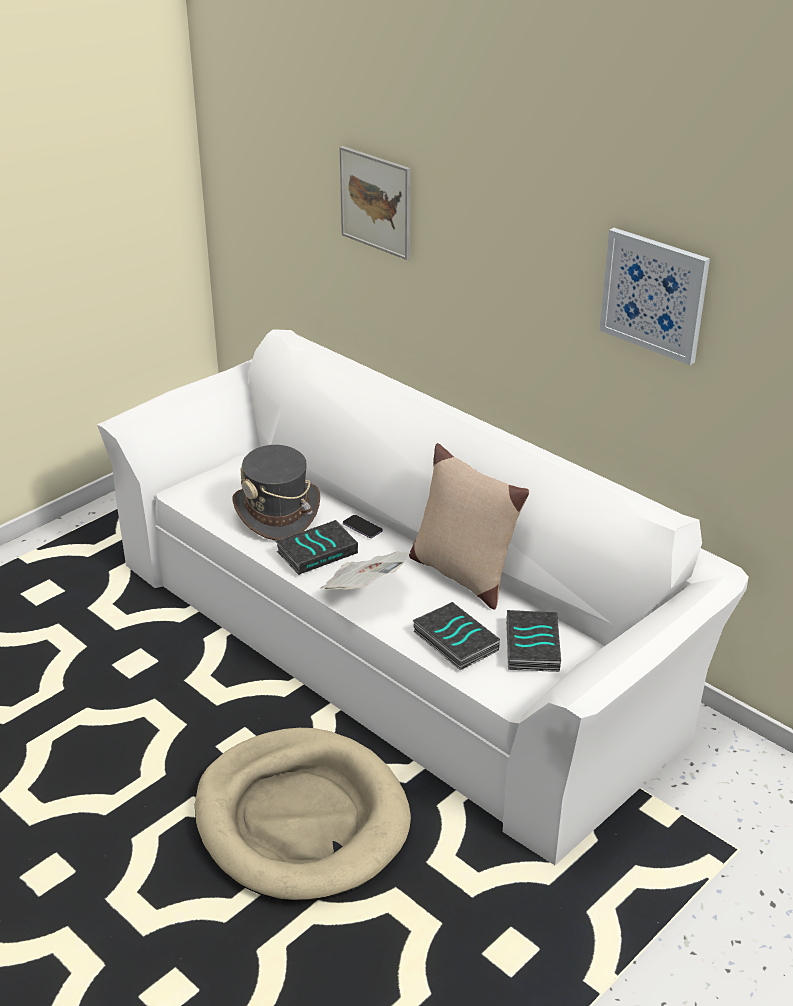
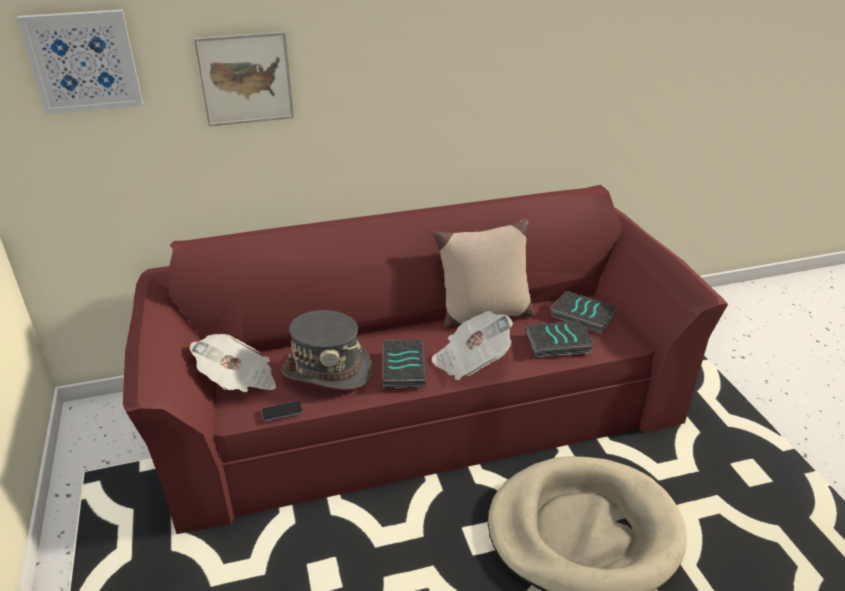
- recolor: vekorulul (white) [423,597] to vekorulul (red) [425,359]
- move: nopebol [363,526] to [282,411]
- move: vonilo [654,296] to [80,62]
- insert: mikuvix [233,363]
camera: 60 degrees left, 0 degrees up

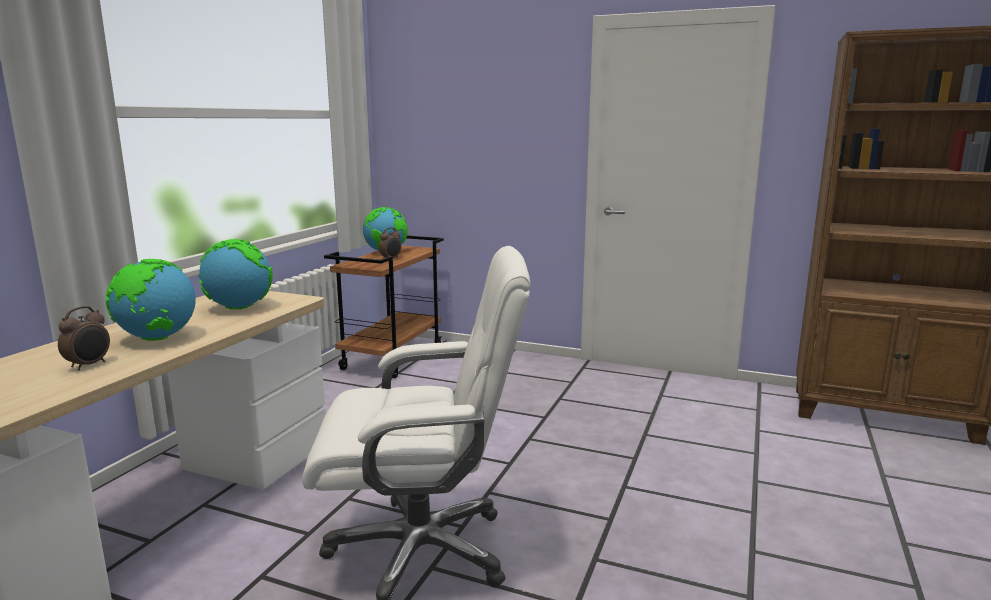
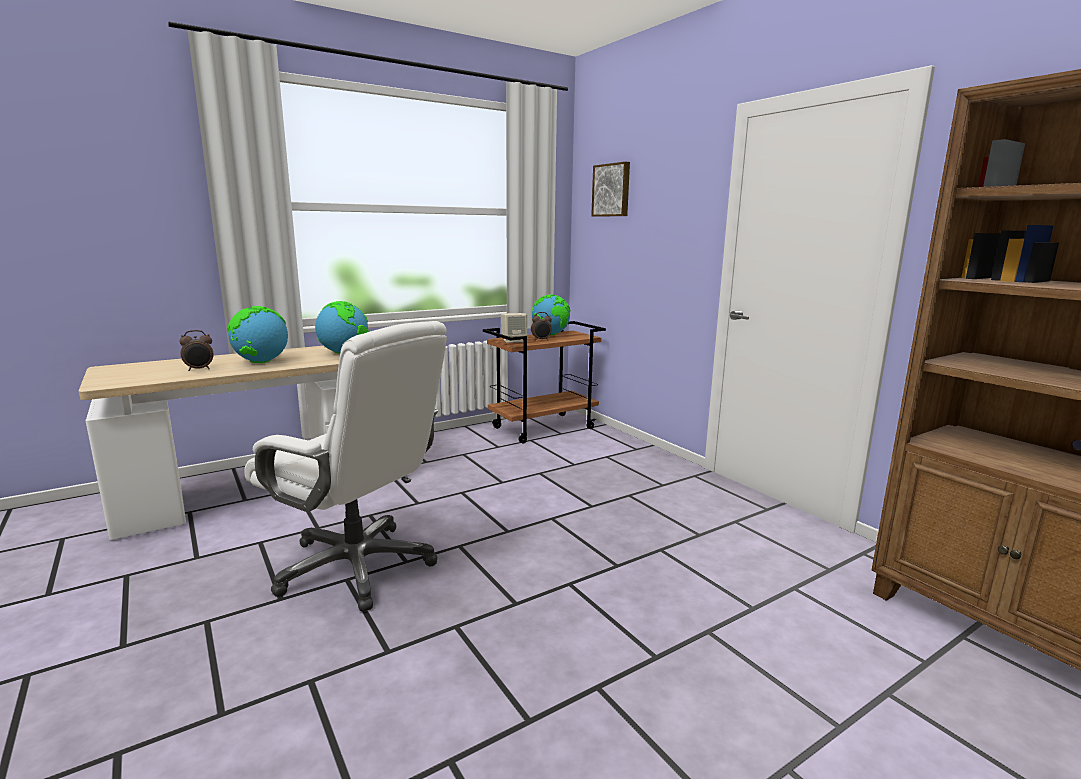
- insert: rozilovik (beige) [514,328]
- insert: vonilo [610,189]
camera: 35 degrees right, 0 degrees up

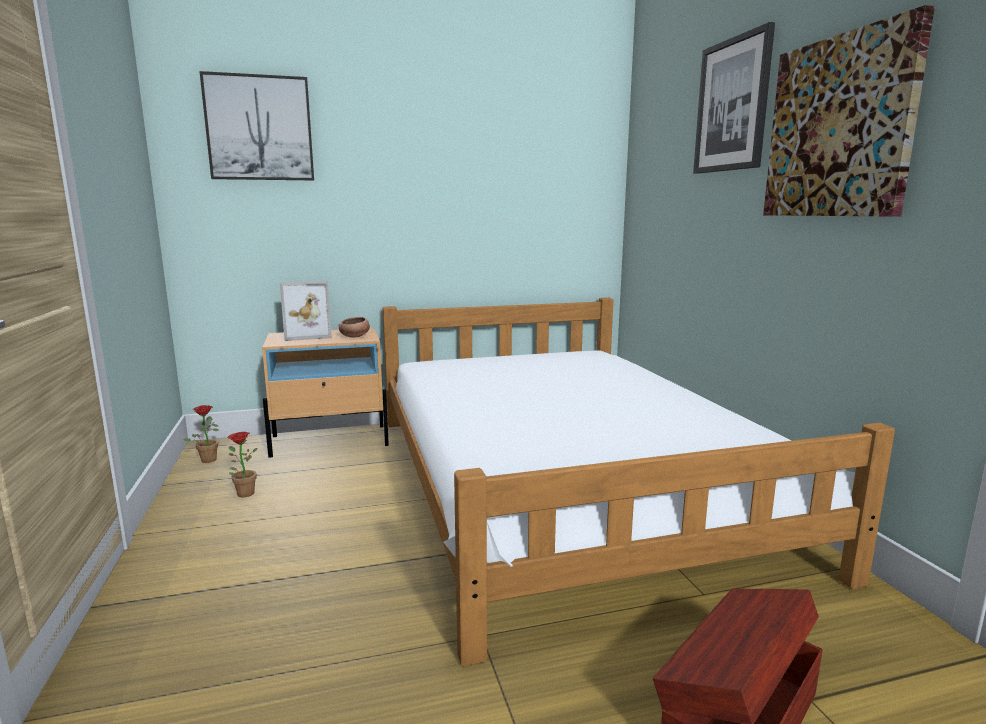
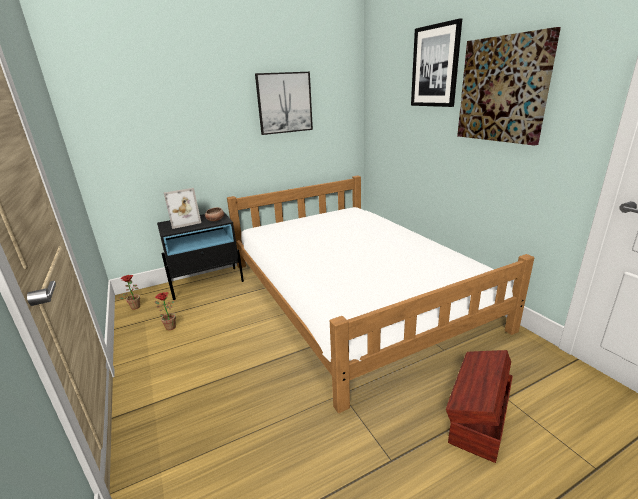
- move: vonilo [256,125] to [284,103]
- recolor: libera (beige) [325,393] to libera (black) [200,255]
camera: 10 degrees left, 10 degrees up

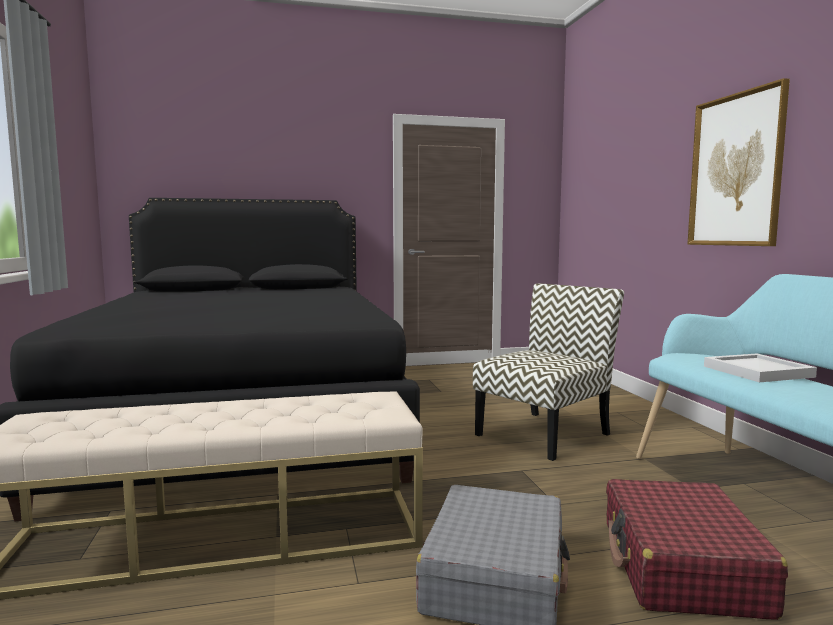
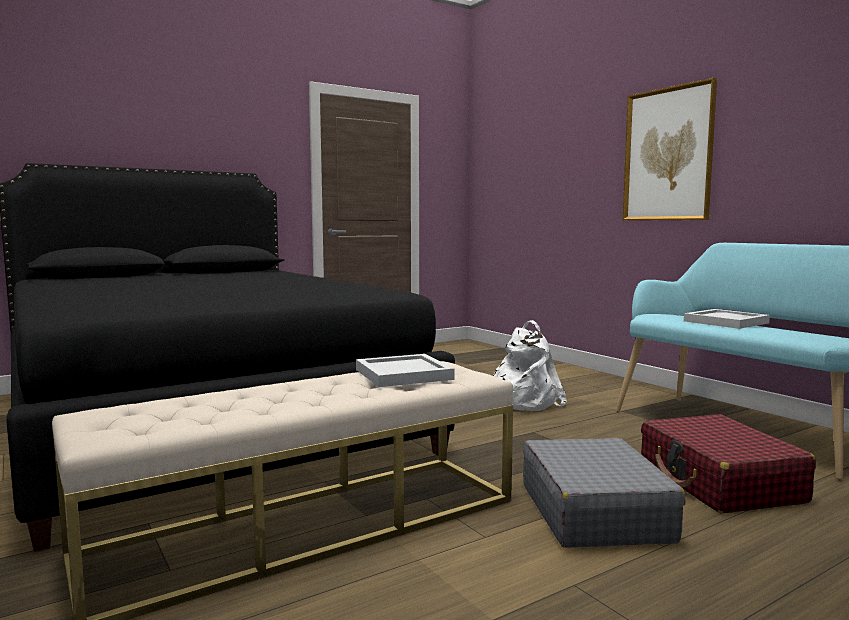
- replace: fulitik [548,372] to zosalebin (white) [530,365]
- insert: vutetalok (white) [405,370]
camera: 20 degrees left, 0 degrees up

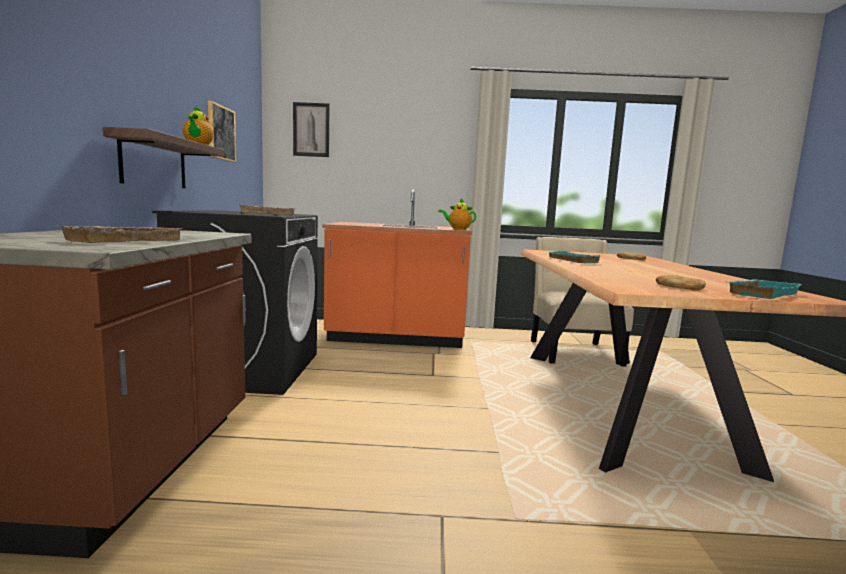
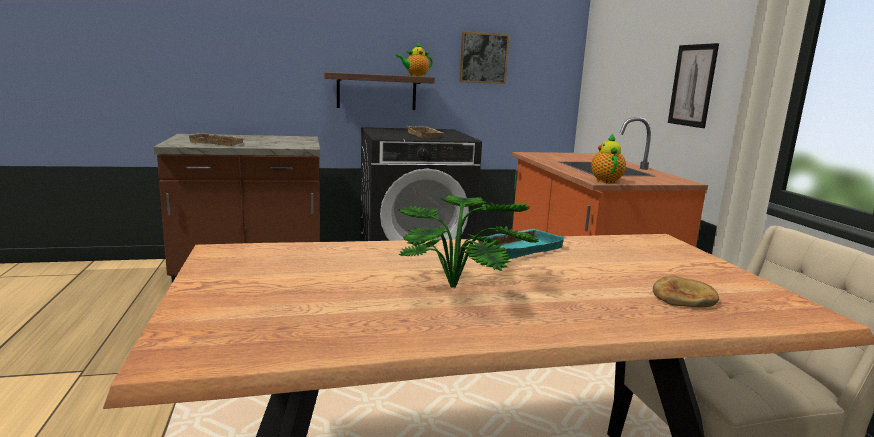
- move: vonilo [311,129] to [693,85]
- delete: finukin [681,283]
- delete: vutetalok (turquoise) [765,289]
- insert: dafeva [468,241]
camera: 75 degrees right, 5 degrees up

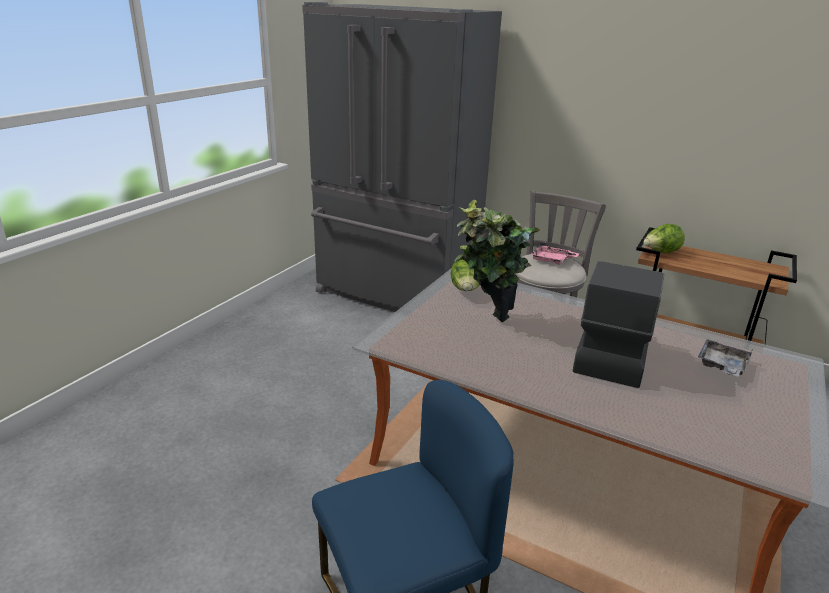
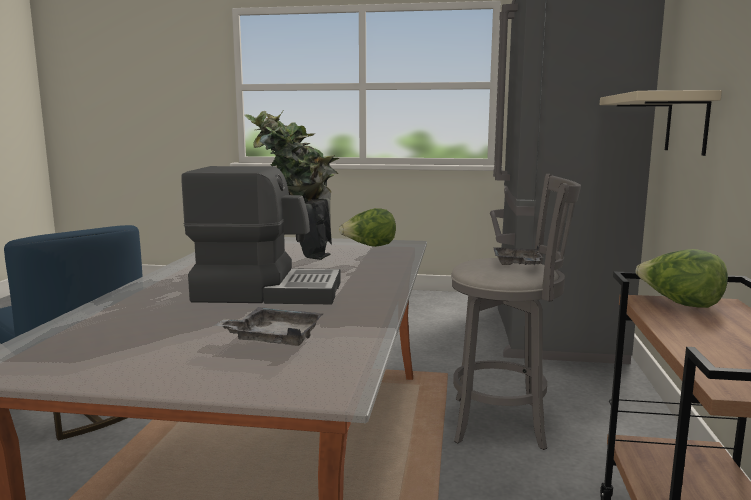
- recolor: vutetalok (pink) [554,253] to vutetalok (grey) [518,255]
- insert: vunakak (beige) [661,123]
camera: 70 degrees right, 15 degrees down

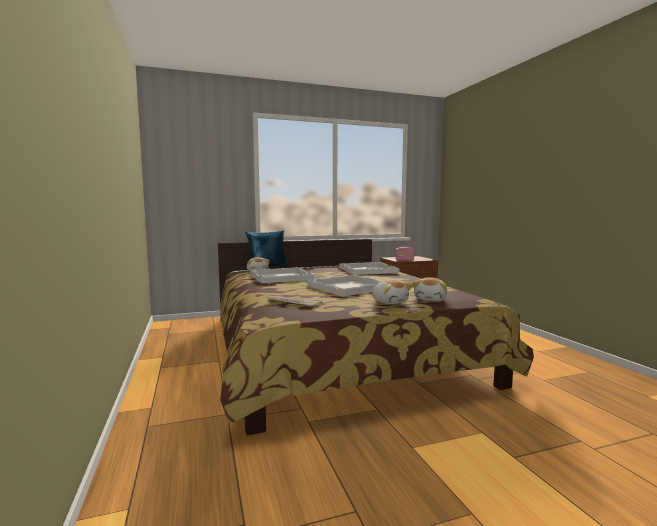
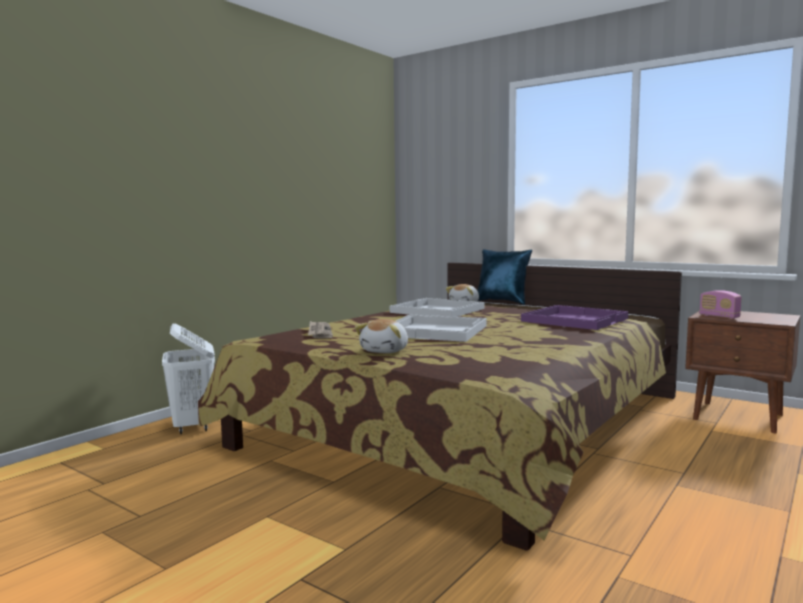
- recolor: vutetalok (white) [369,268] to vutetalok (purple) [574,317]
- delete: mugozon [430,289]
- insert: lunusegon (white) [188,378]
camera: 55 degrees right, 0 degrees up

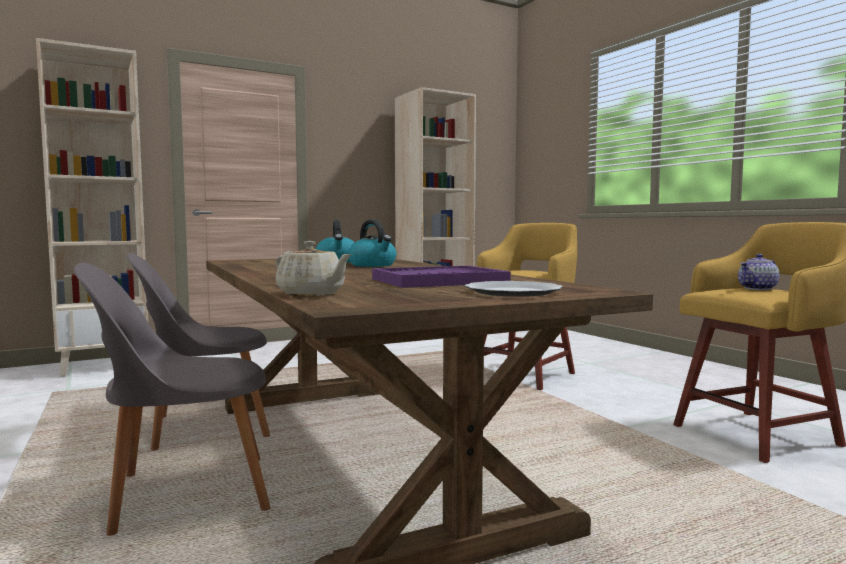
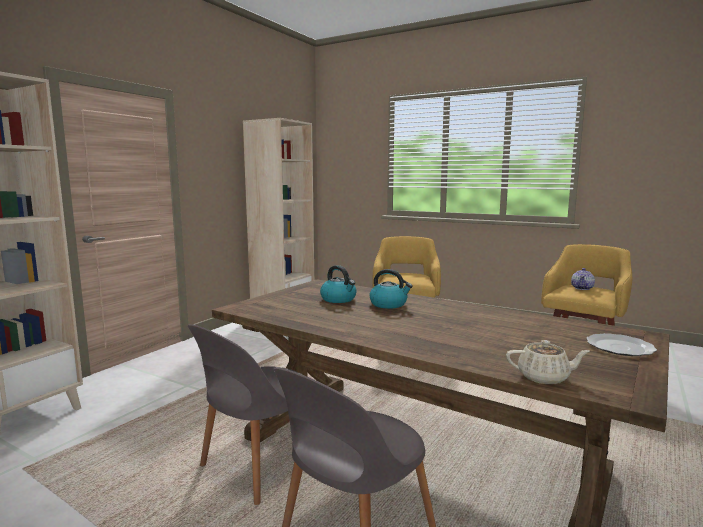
- delete: vutetalok (purple) [441,277]
camera: 30 degrees left, 5 degrees up

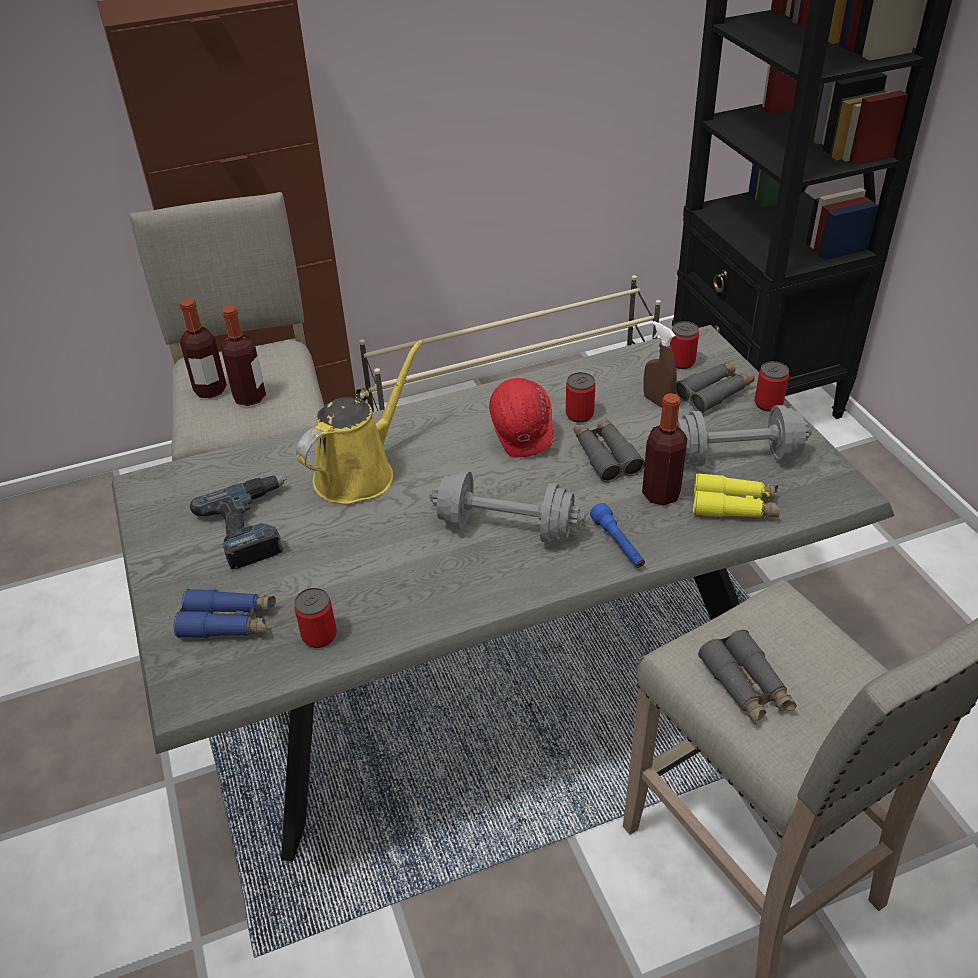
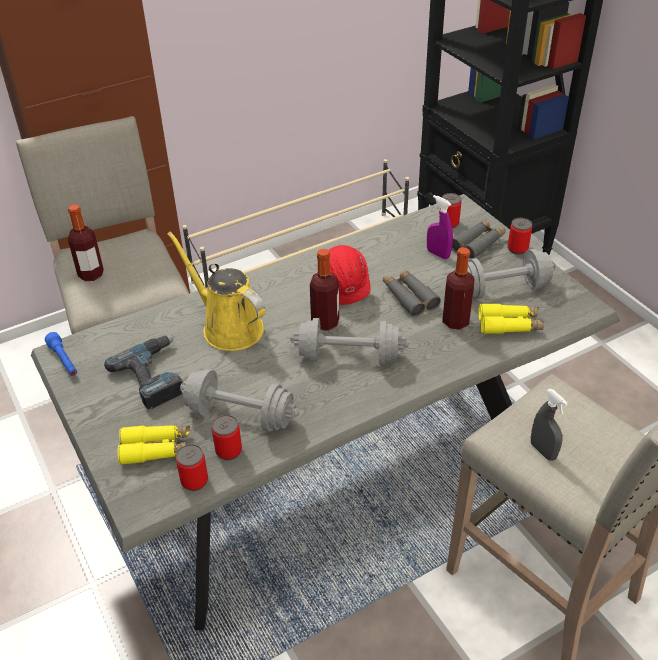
- recolor: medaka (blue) [225,613] to medaka (yellow) [154,445]
- move: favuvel [243,355] to [324,290]
- rotate: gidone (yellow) [359,422] = [216,291] 75 degrees counterclockwise
- move: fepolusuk [580,397] to [192,467]
- move: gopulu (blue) [617,535] to [61,354]
- recolor: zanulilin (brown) [660,364] to zanulilin (purple) [440,227]
- replace: medaka (grey) [747,677] to zanulilin (grey) [549,425]
- insert: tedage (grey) [239,400]
camera: 10 degrees left, 0 degrees up

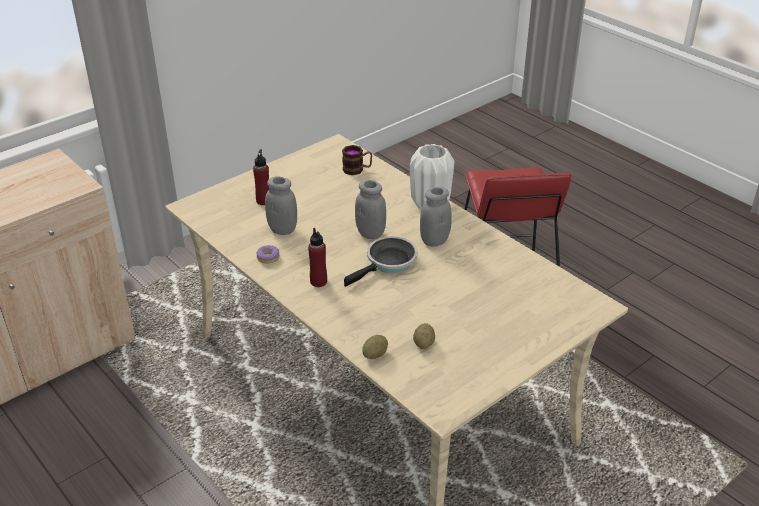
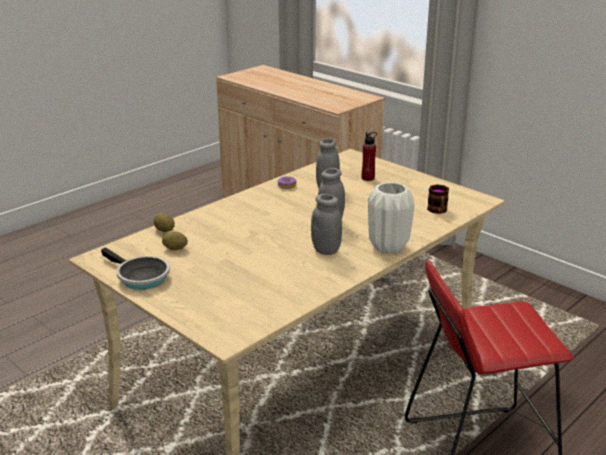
- delete: favuvel (red) [317,257]
- move: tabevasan [381,261] to [135,269]
camera: 85 degrees right, 10 degrees down

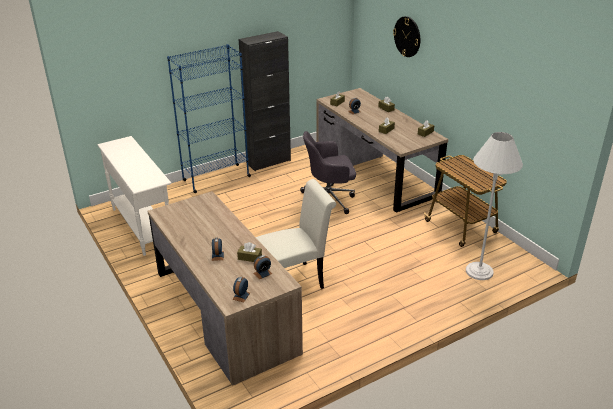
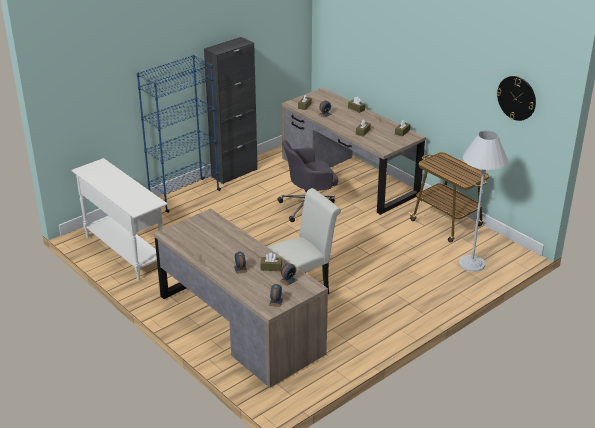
- move: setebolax [406,36] to [516,98]
camera: 10 degrees left, 0 degrees up

